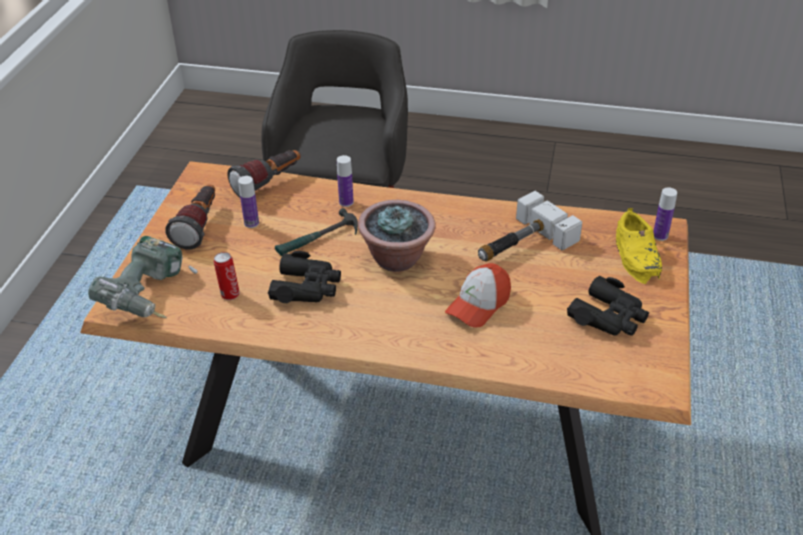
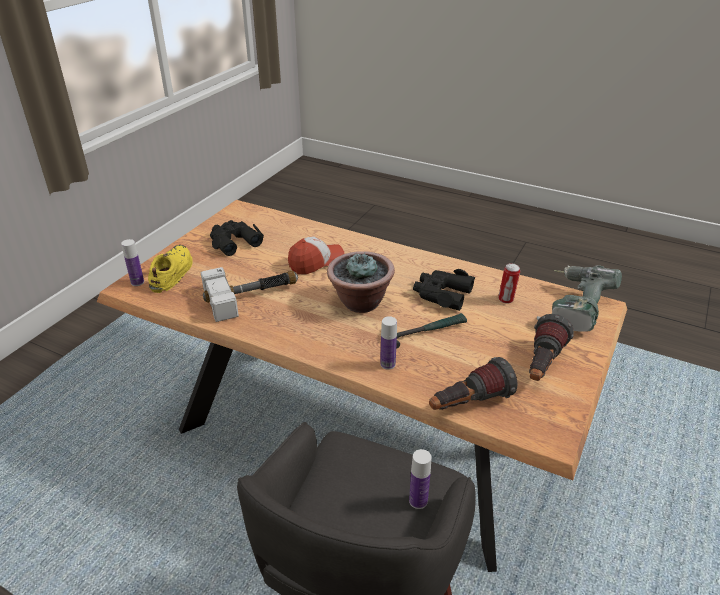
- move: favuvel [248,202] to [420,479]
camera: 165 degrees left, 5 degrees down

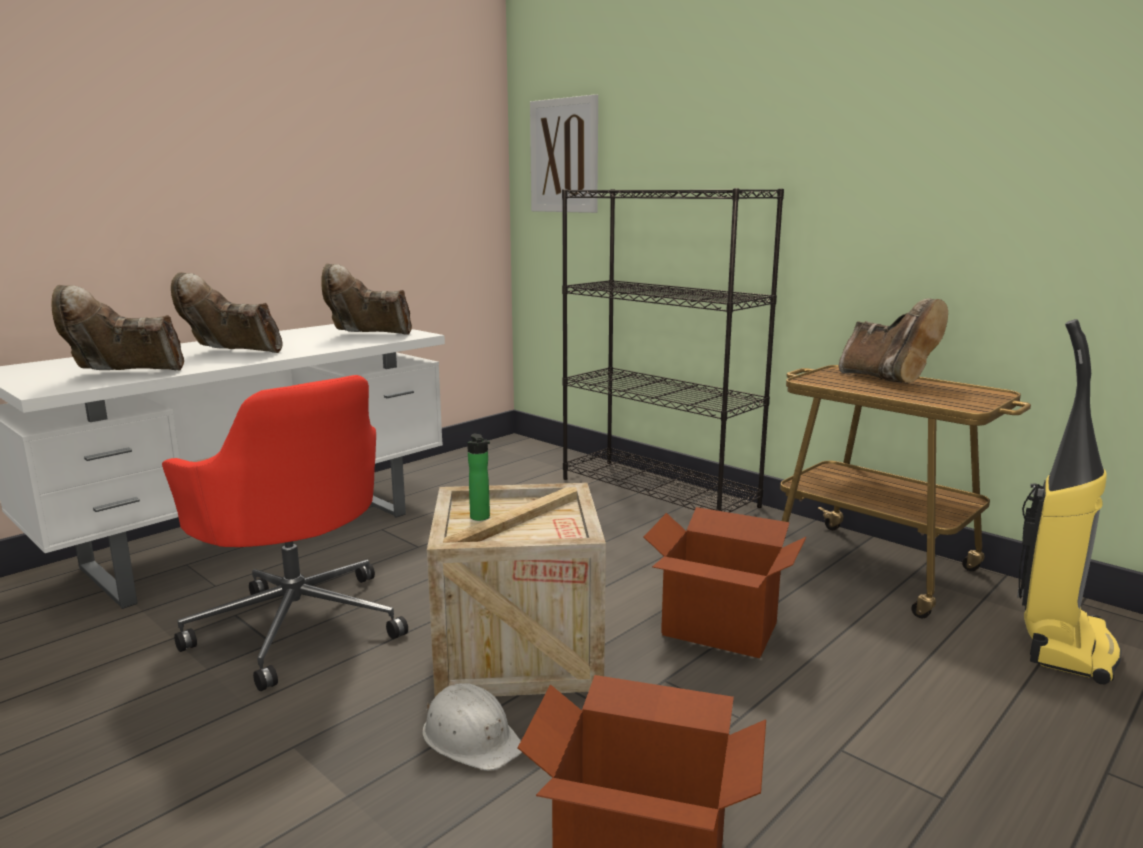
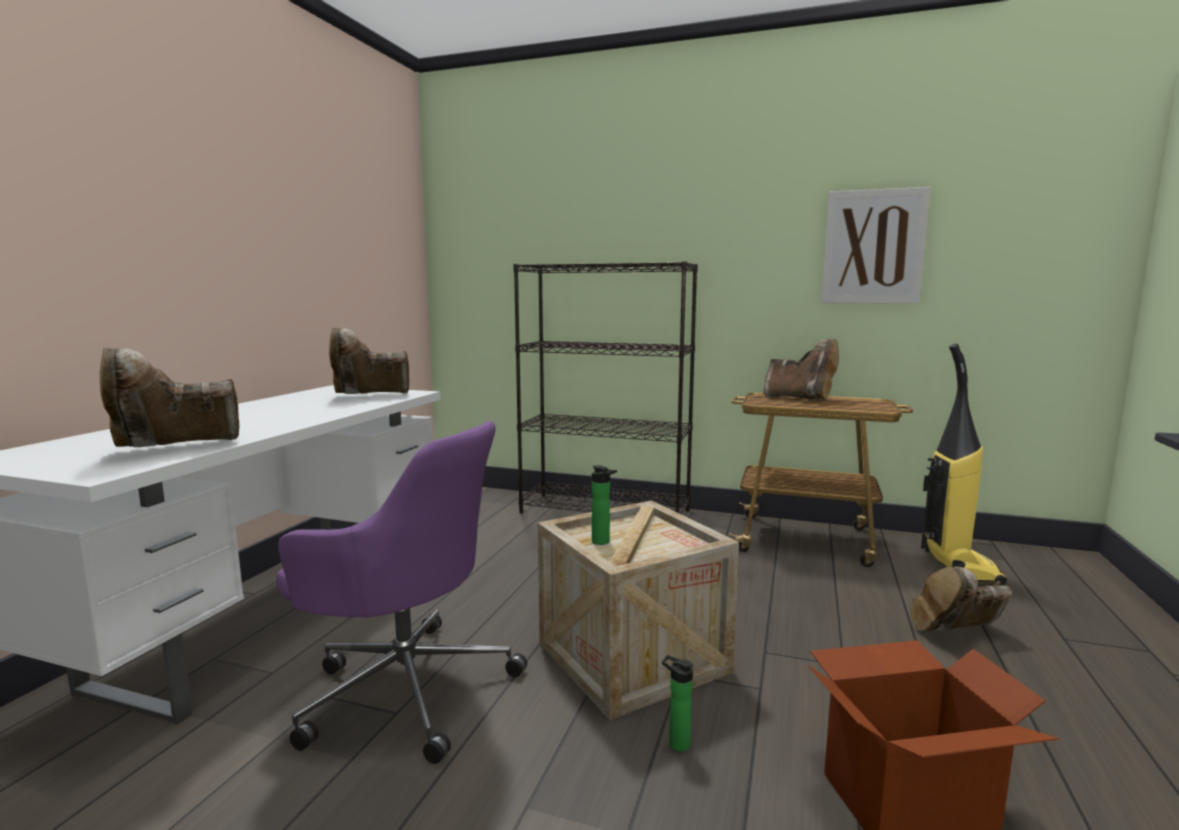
- recolor: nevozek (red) [285,533] to nevozek (purple) [401,592]
- move: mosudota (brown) [227,312] to [961,598]
- replace: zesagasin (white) [472,727] to favuvel [677,703]
- move: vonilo [564,153] to [875,245]
- delete: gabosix [725,582]
camera: 25 degrees left, 5 degrees down

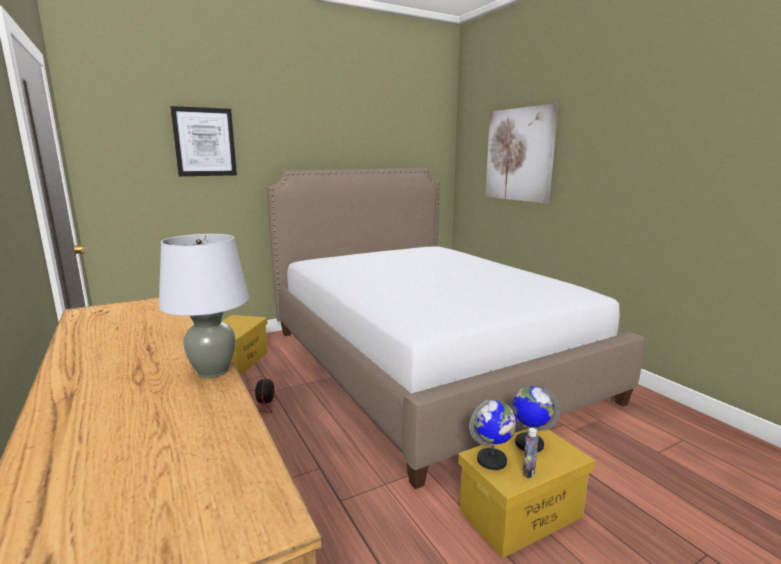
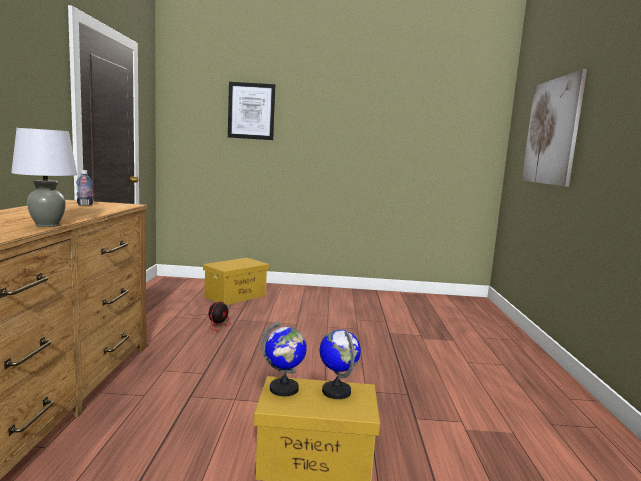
- delete: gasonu [455,329]
- move: favuvel [530,453] to [84,187]
camera: 30 degrees right, 5 degrees down

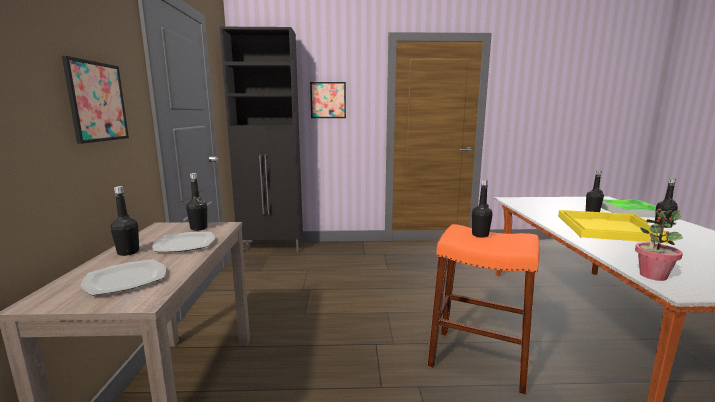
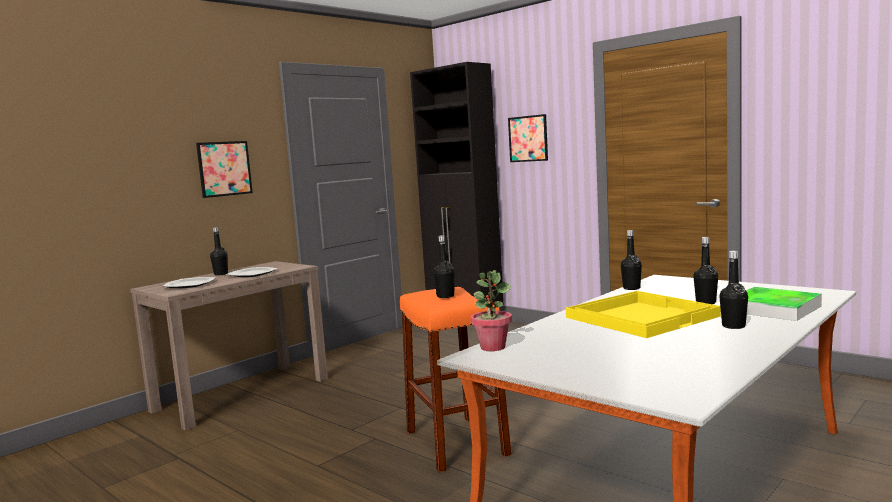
- move: favuvel (black) [196,202] to [631,260]
camera: 45 degrees right, 5 degrees down

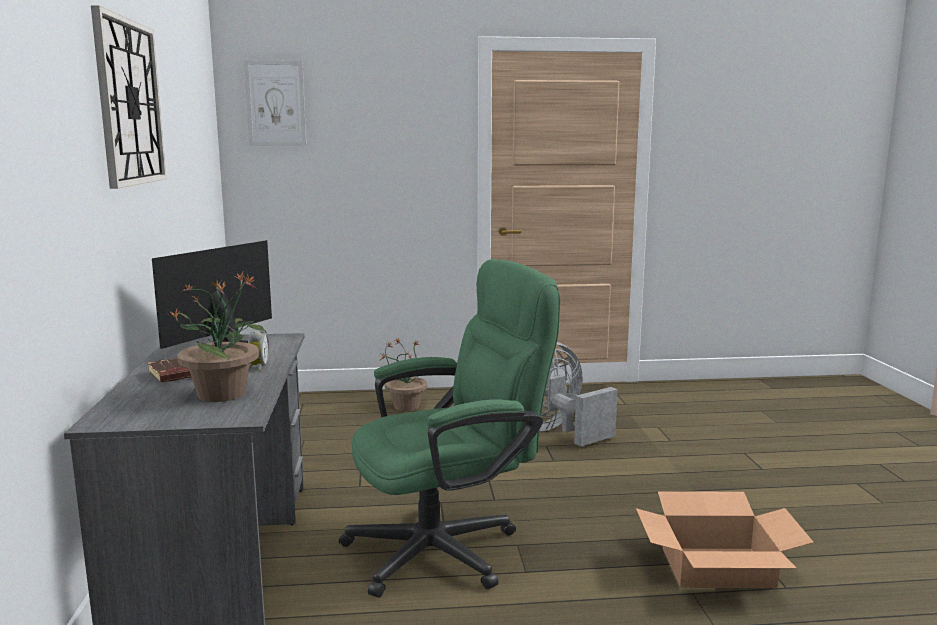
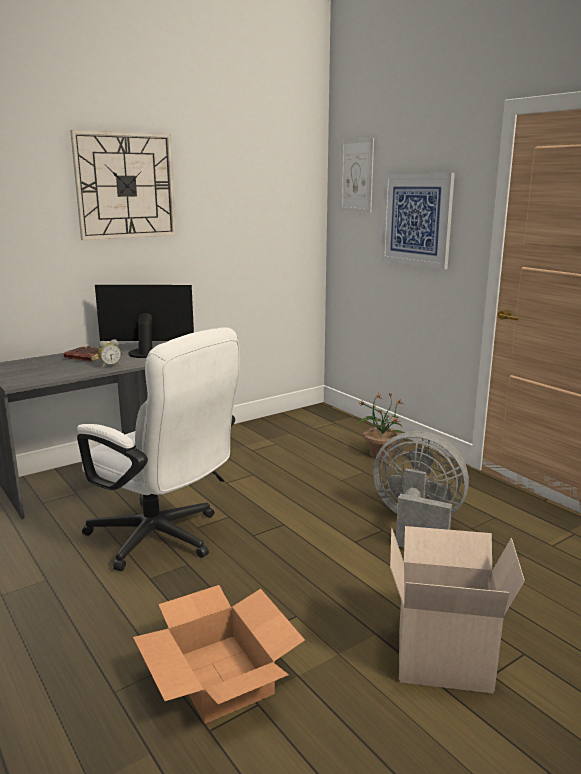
- delete: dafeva [218,337]
- recolor: nevozek (green) [449,428] to nevozek (white) [158,449]
- insert: vonilo [418,221]
- insert: gabosix [457,609]
camera: 60 degrees right, 5 degrees up

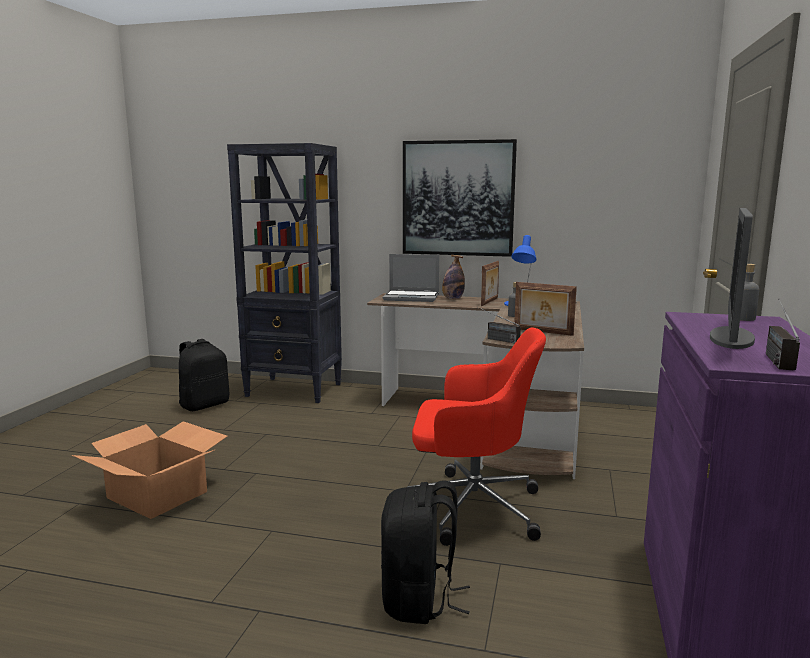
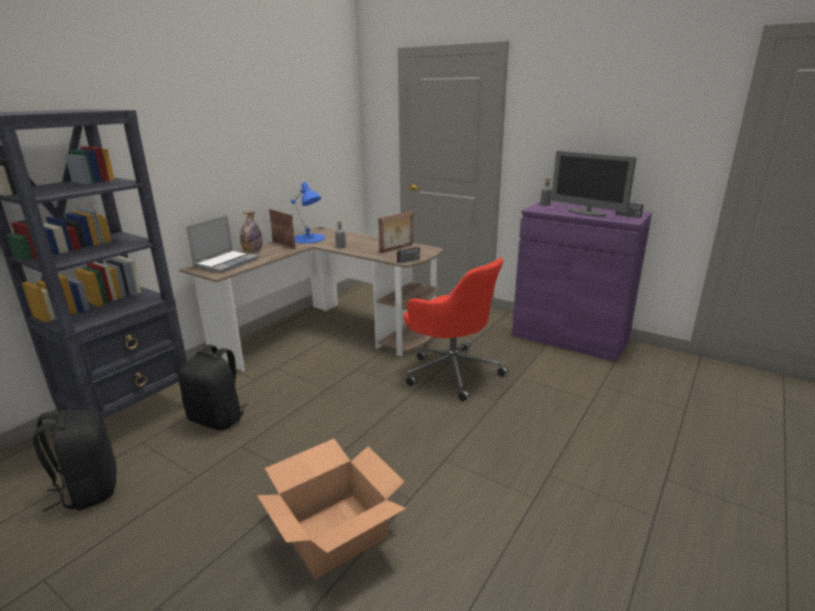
- move: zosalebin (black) [425,552] to [213,387]
- delete: vonilo [460,198]
- rotate: nevozek (red) [477,436] = [456,329] 105 degrees clockwise
camera: 70 degrees left, 10 degrees up

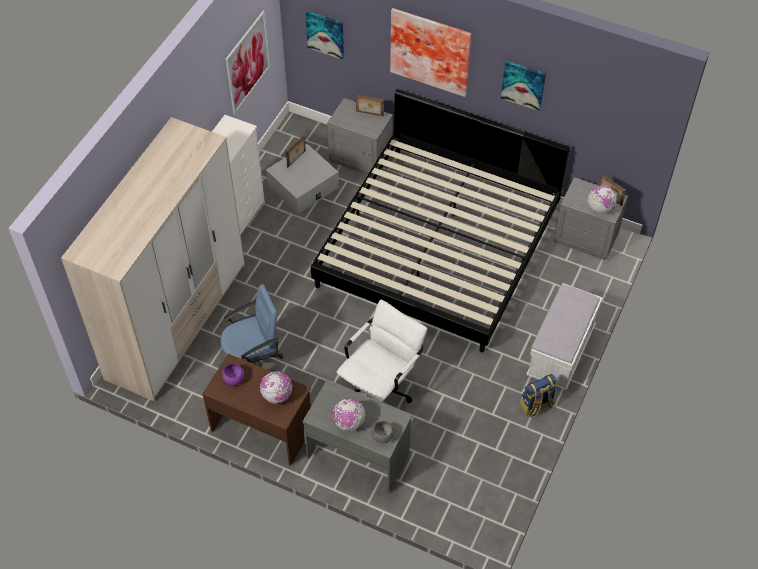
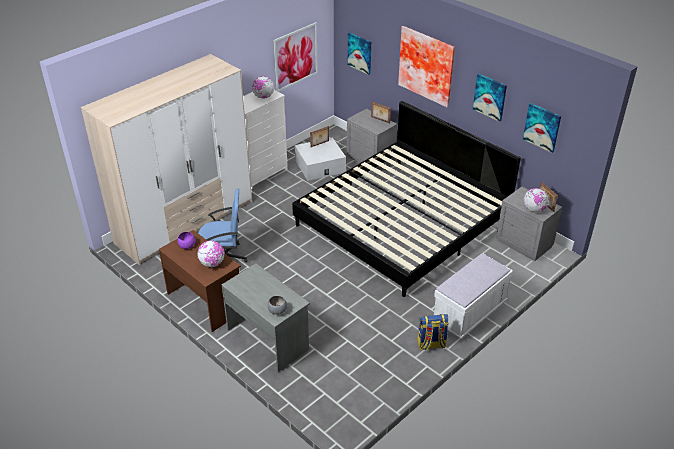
- move: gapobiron [348,414] to [263,87]
- delete: nevozek (white) [382,351]
- insert: vonilo [542,128]
camera: 20 degrees right, 15 degrees down

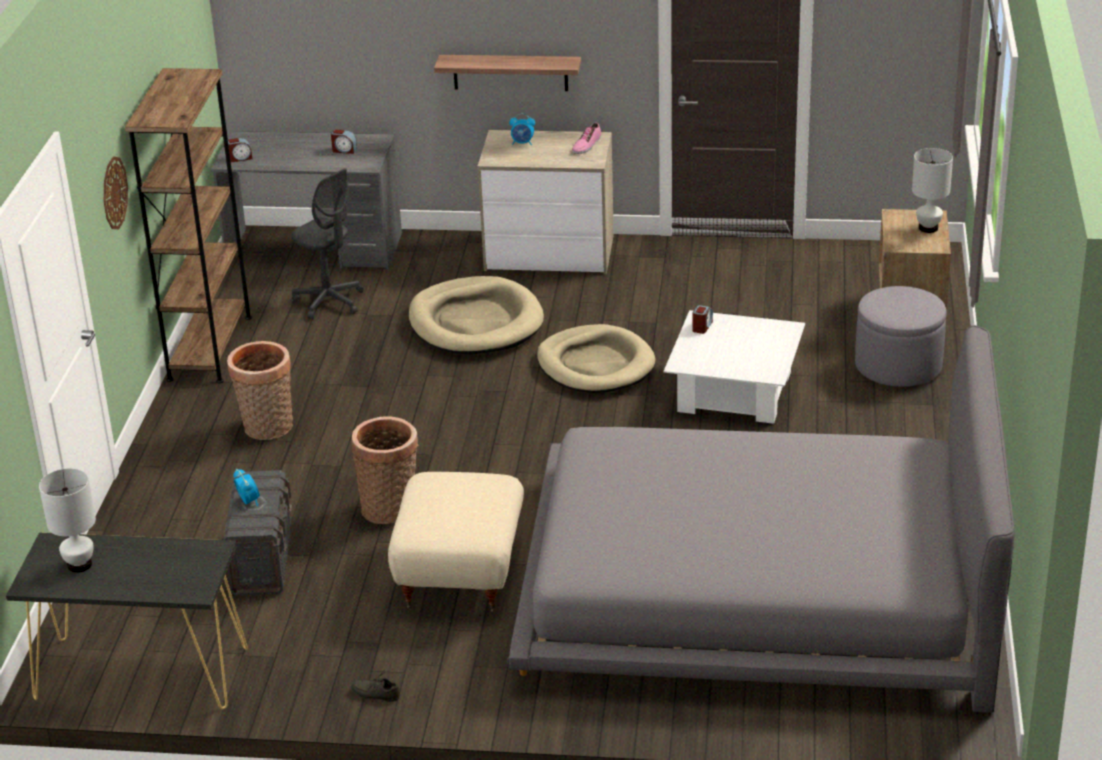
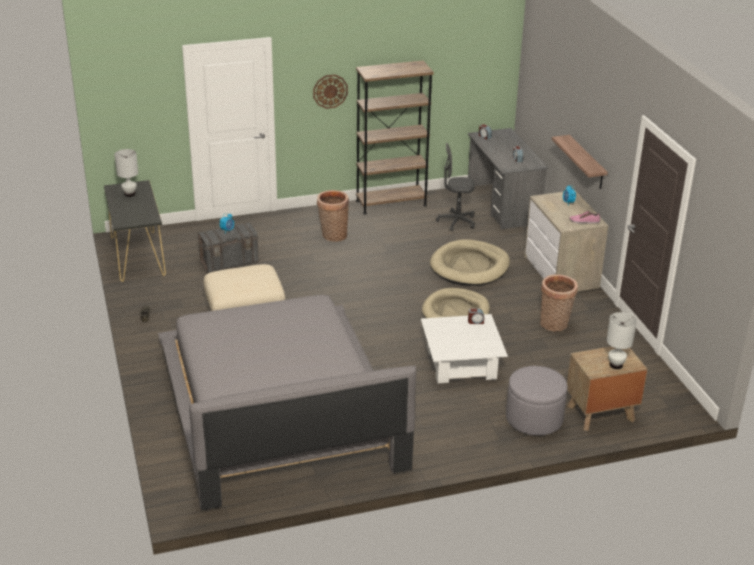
- rotate: nevozek (grey) [327,243] = [455,187] 75 degrees clockwise
- move: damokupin [385,470] to [559,303]
camera: 65 degrees right, 0 degrees up

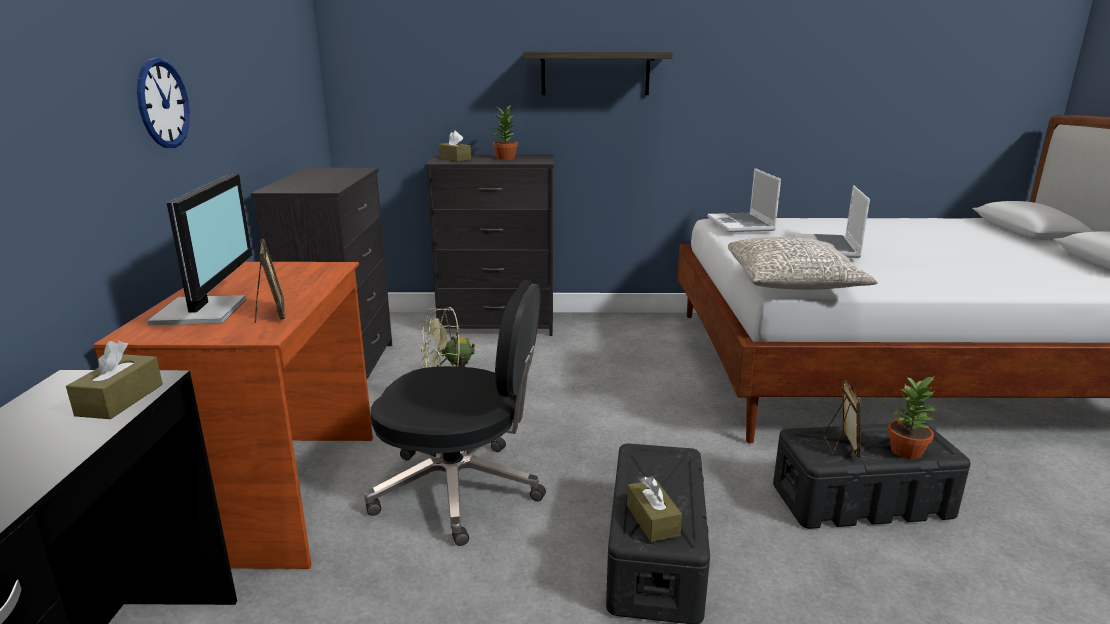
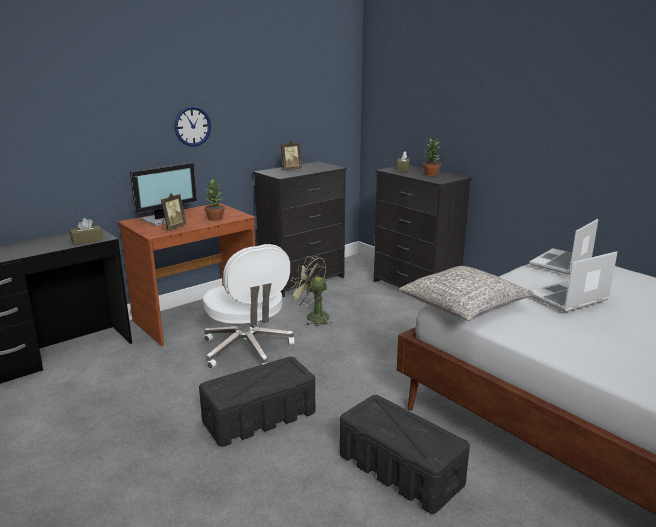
- recolor: nevozek (black) [455,413] to nevozek (white) [249,306]
- delete: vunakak [598,73]
- delete: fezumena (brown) [654,509]
- move: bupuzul [842,419] to [291,155]
- move: dafeva [911,417] to [214,200]
camera: 50 degrees right, 0 degrees up

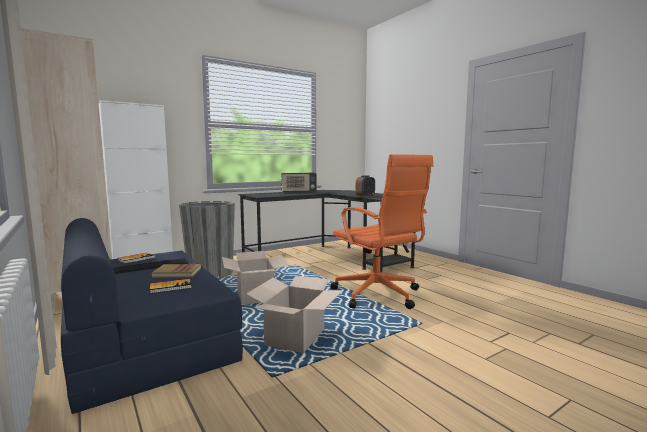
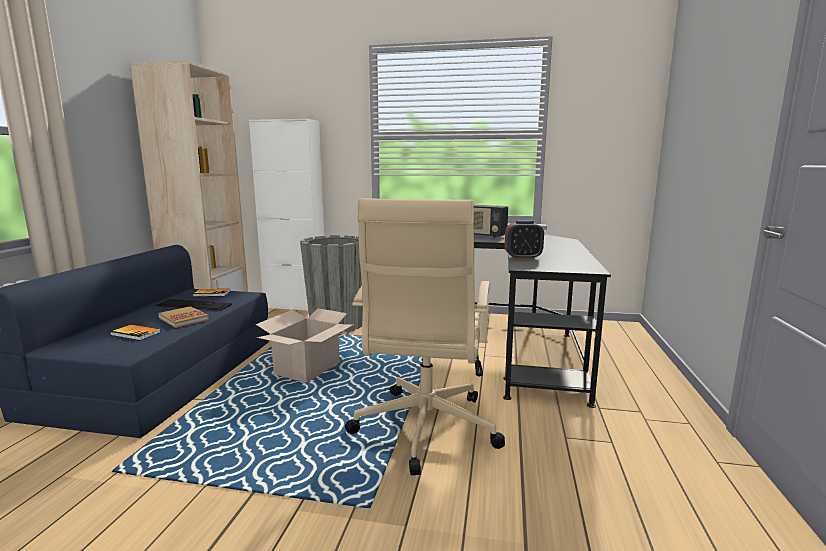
- delete: gabosix [294,314]
- recolor: nevozek (orange) [381,231] to nevozek (beige) [425,336]
camera: 45 degrees right, 5 degrees up

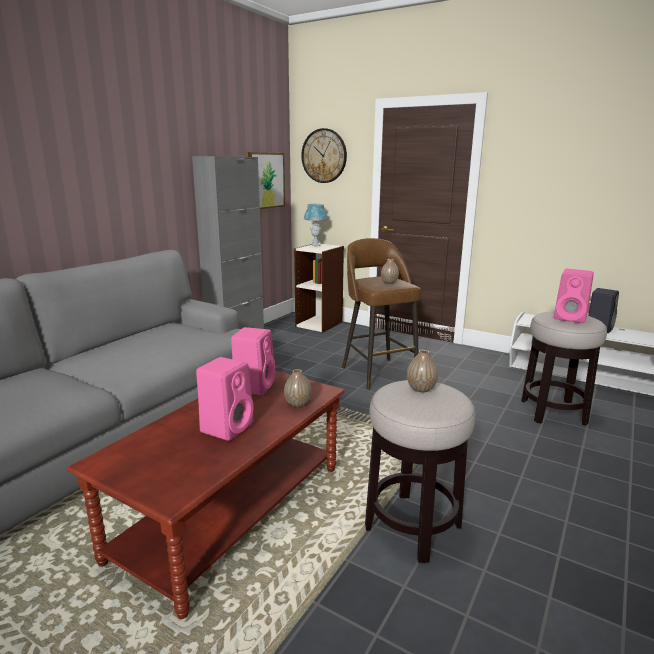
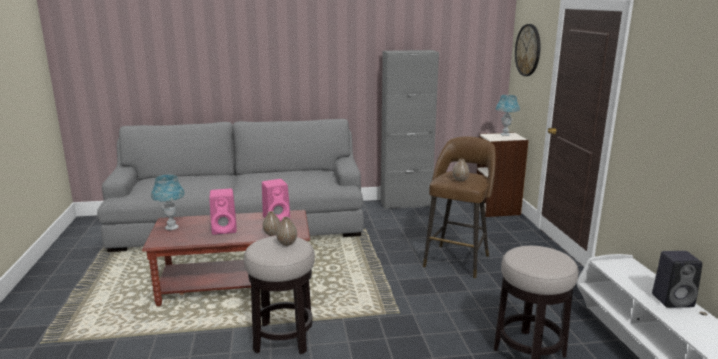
- delete: vonilo [266,180]
- delete: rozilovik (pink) [574,296]
- insert: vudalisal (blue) [168,202]
camera: 50 degrees right, 0 degrees up

